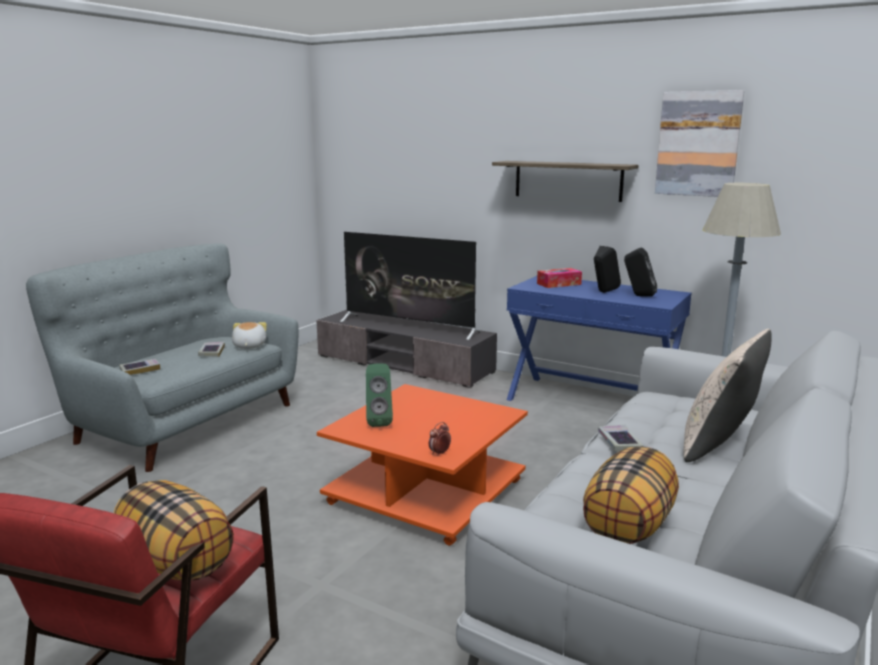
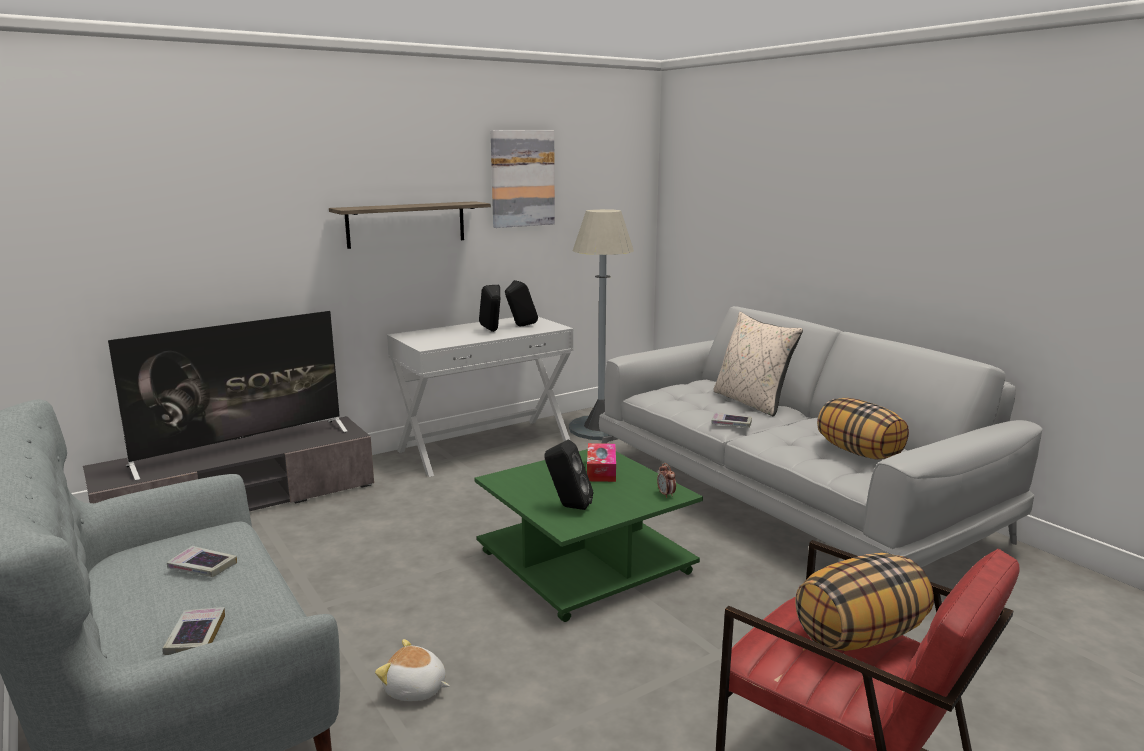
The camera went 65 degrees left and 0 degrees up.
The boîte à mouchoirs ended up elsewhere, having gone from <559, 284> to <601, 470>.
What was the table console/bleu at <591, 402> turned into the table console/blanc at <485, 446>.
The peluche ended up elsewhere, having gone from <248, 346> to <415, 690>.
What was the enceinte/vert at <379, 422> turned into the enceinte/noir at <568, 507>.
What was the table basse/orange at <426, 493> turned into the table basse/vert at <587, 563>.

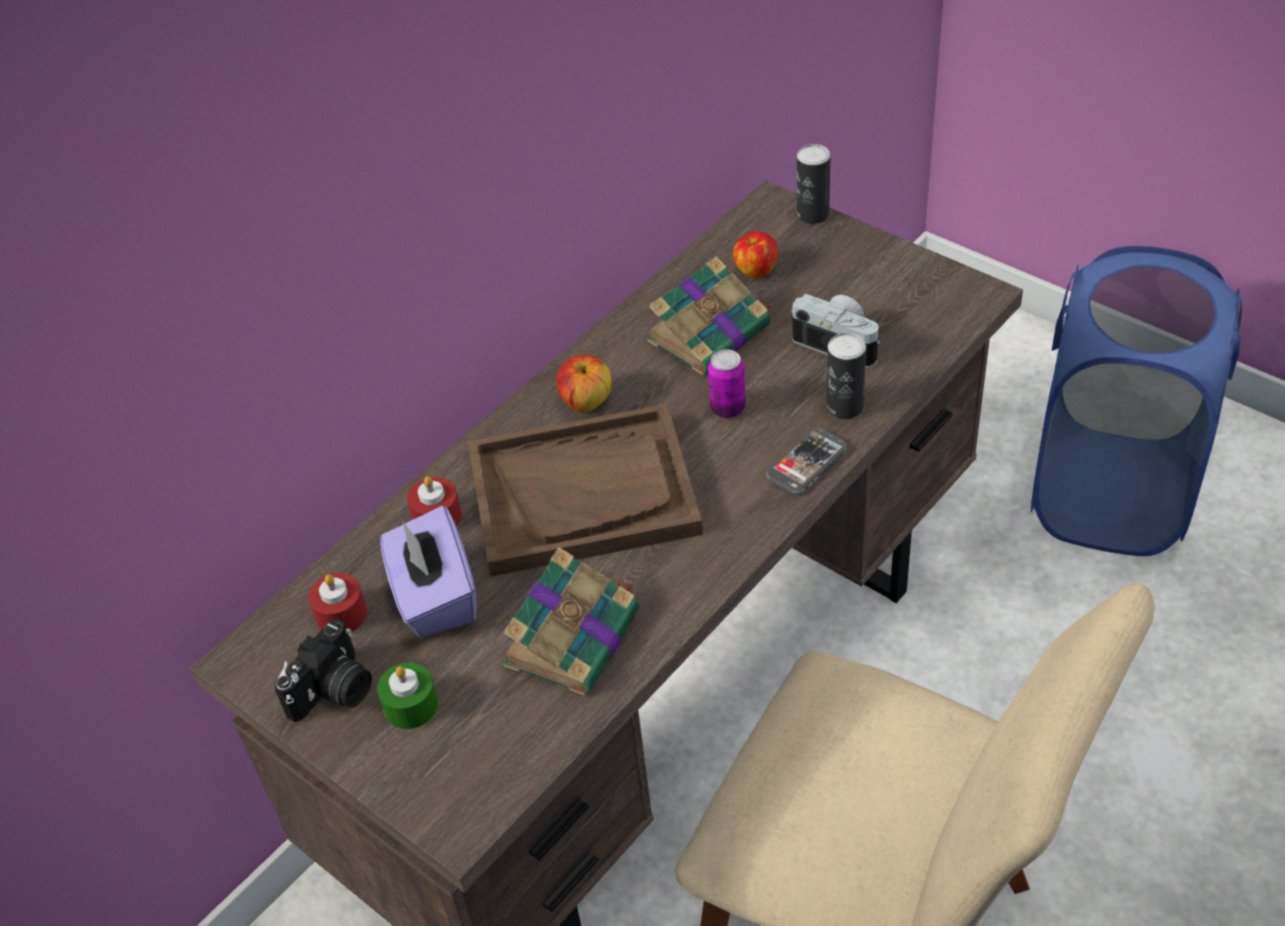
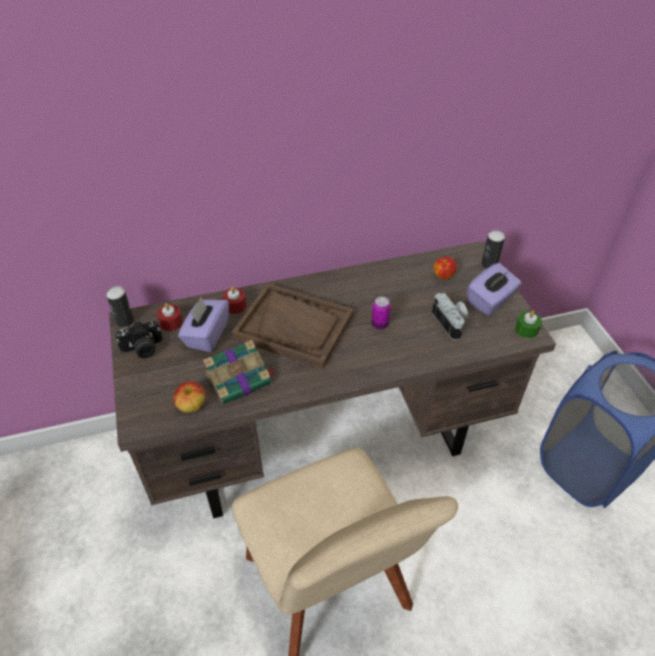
The camera went 30 degrees right and 0 degrees up.
The second view lost the livre at <711, 332>.
The boîte métallique ended up elsewhere, having gone from <844, 407> to <125, 321>.
The pomme ended up elsewhere, having gone from <586, 402> to <192, 406>.
The second view lost the téléphone at <807, 463>.
The bougie/vert ended up elsewhere, having gone from <411, 705> to <526, 330>.
The second view gained the boîte à mouchoirs/violet at <490, 301>.

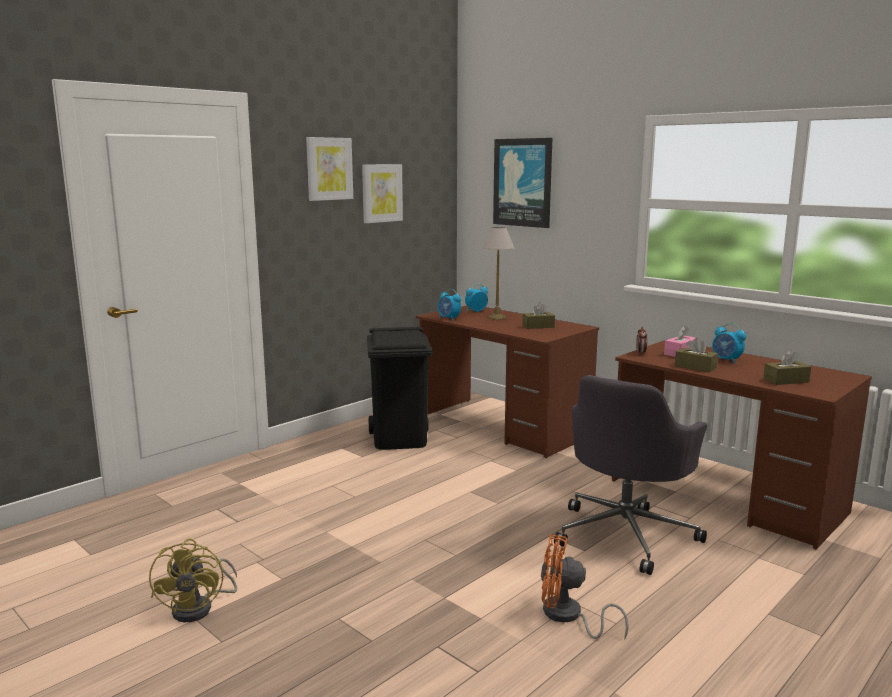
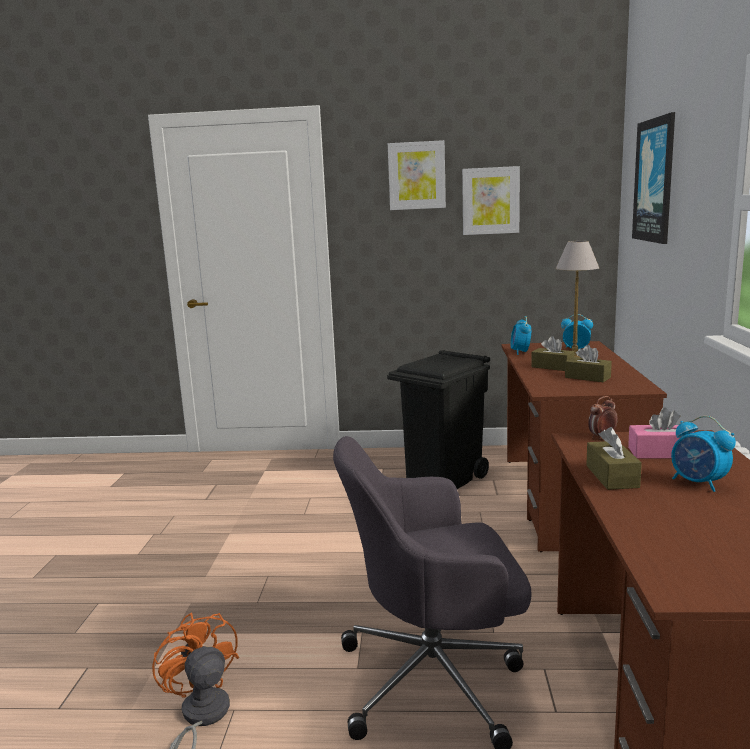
The camera went 50 degrees right and 0 degrees up.
The réveil at <726, 360> ended up facing another way, 45 degrees counterclockwise from before.
The boîte à mouchoirs/marron ended up elsewhere, having gone from <786, 380> to <552, 367>.
The second view lost the ventilateur/jaune at <200, 608>.

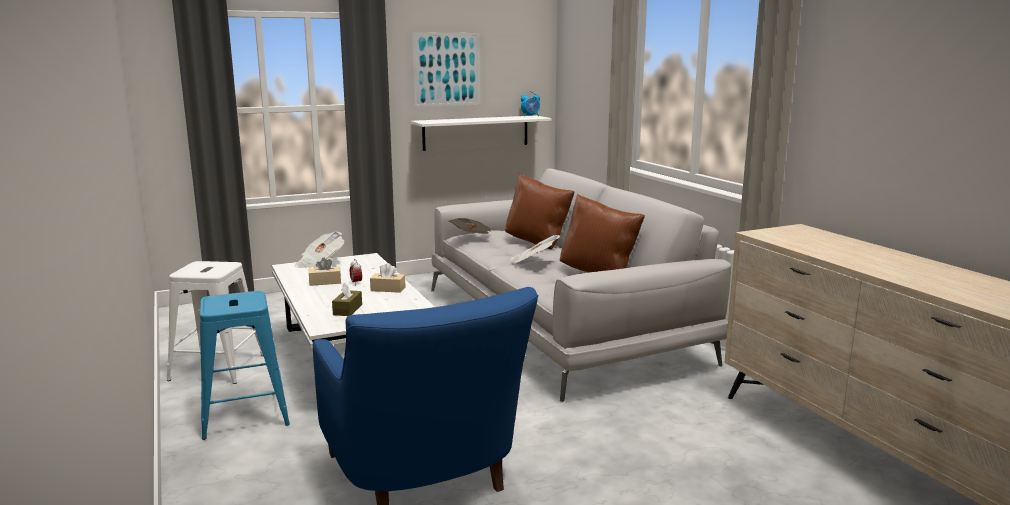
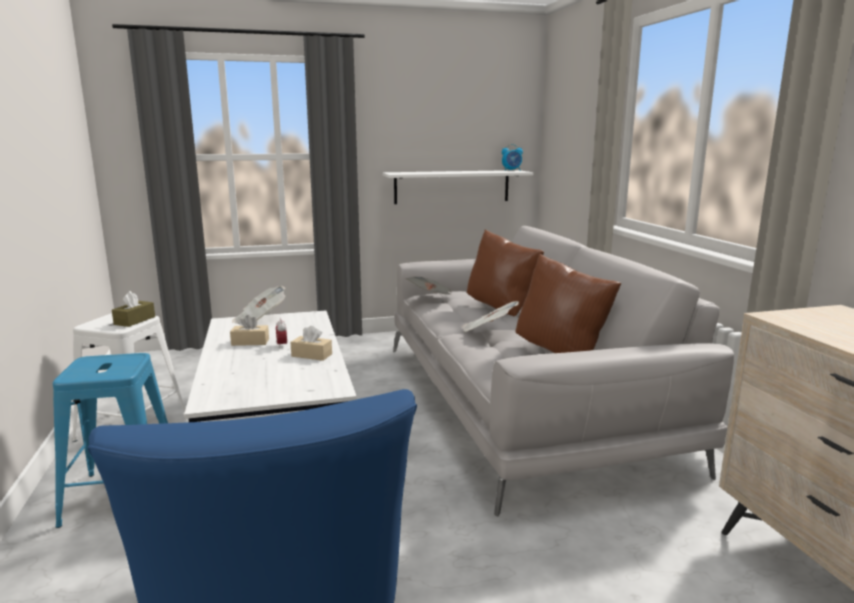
The camera went 10 degrees right and 0 degrees up.
The second view lost the tableau at <446, 69>.
The boîte à mouchoirs/marron ended up elsewhere, having gone from <347, 310> to <134, 320>.

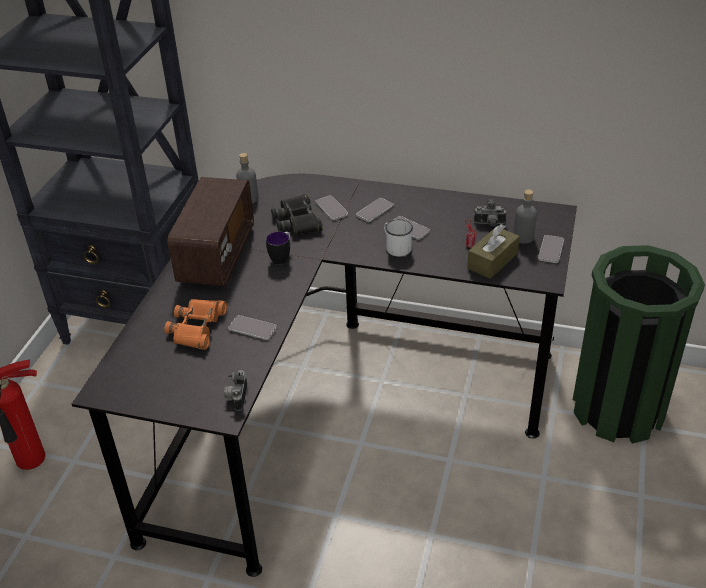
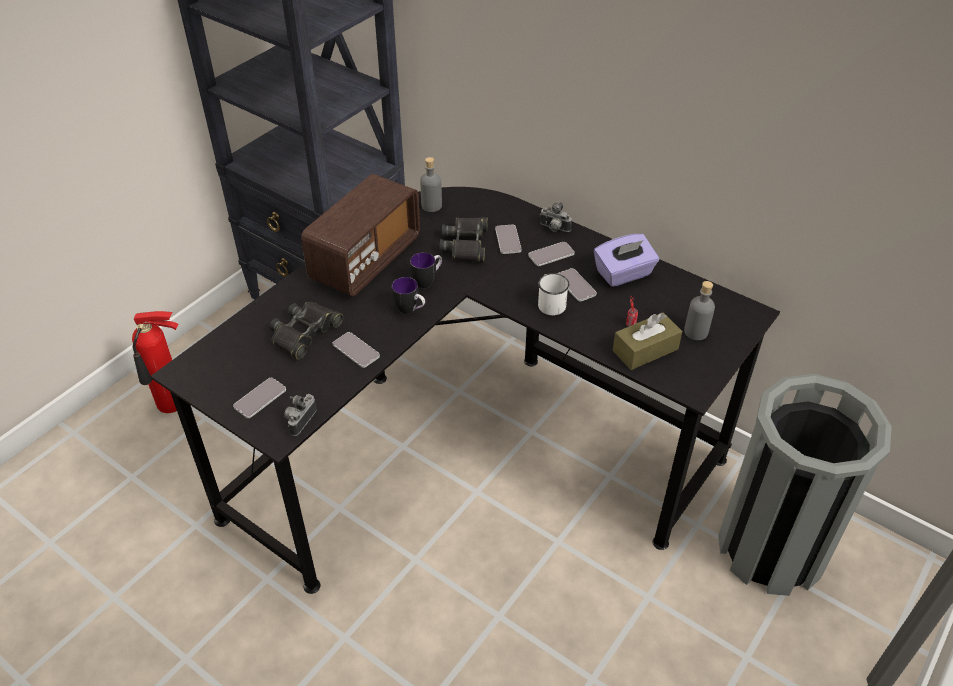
The camera went 20 degrees right and 5 degrees up.
The appareil photo ended up elsewhere, having gone from <489, 224> to <554, 229>.
The téléphone ended up elsewhere, having gone from <551, 250> to <260, 398>.
What was the poubelle/vert at <618, 409> turned into the poubelle/gris at <771, 548>.
What was the jumelles/orange at <197, 328> turned into the jumelles/noir at <305, 333>.
The second view gained the boîte à mouchoirs/violet at <624, 274>.
The second view gained the mug at <410, 310>.

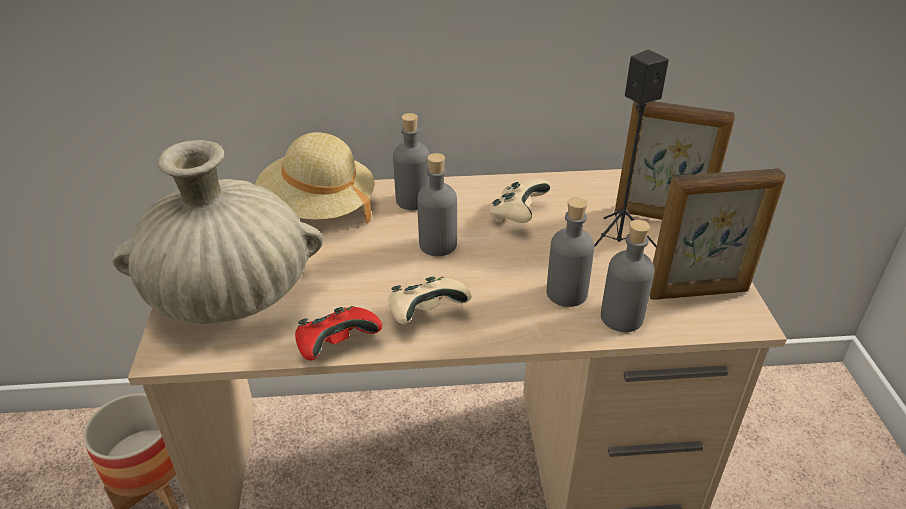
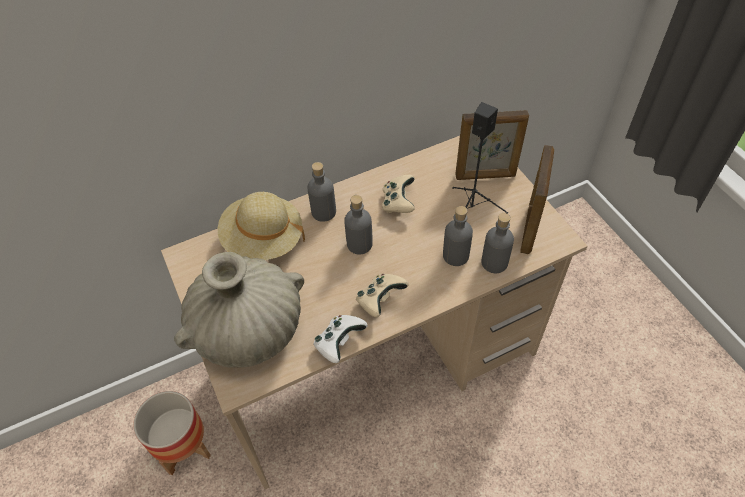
The camera went 20 degrees left and 15 degrees up.
The cadre photo at <698, 292> ended up facing another way, 45 degrees counterclockwise from before.
What was the manette/rouge at <336, 346> turned into the manette/blanc at <339, 343>.

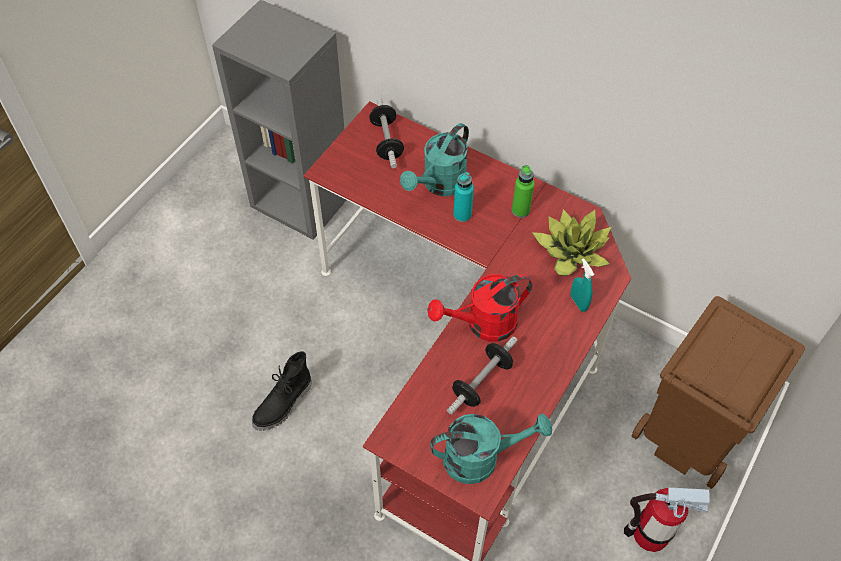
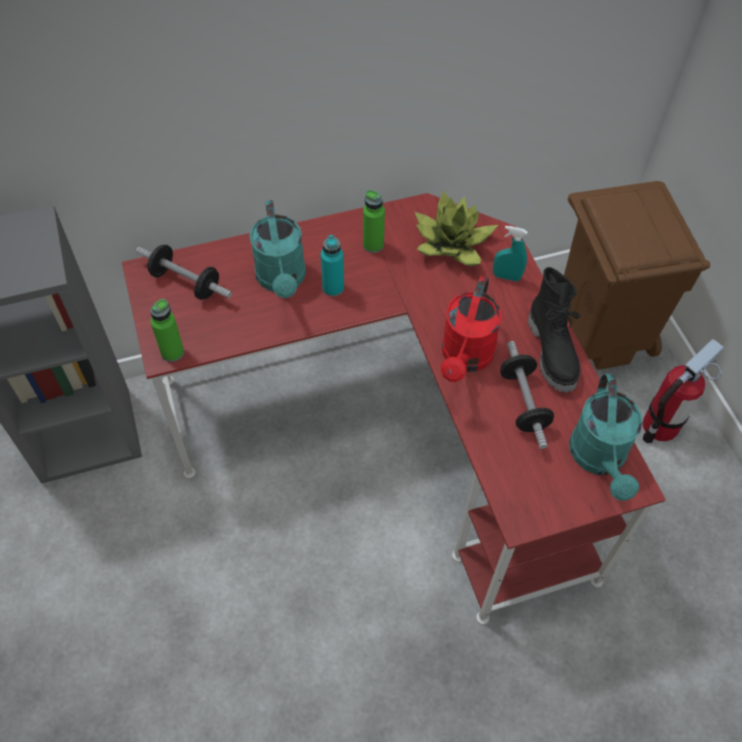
The camera went 50 degrees left and 0 degrees up.
The botte/noir ended up elsewhere, having gone from <284, 404> to <553, 352>.
The arrosoir/turquoise at <481, 457> ended up facing another way, 150 degrees clockwise from before.
The second view gained the bouteille/vert at <172, 352>.

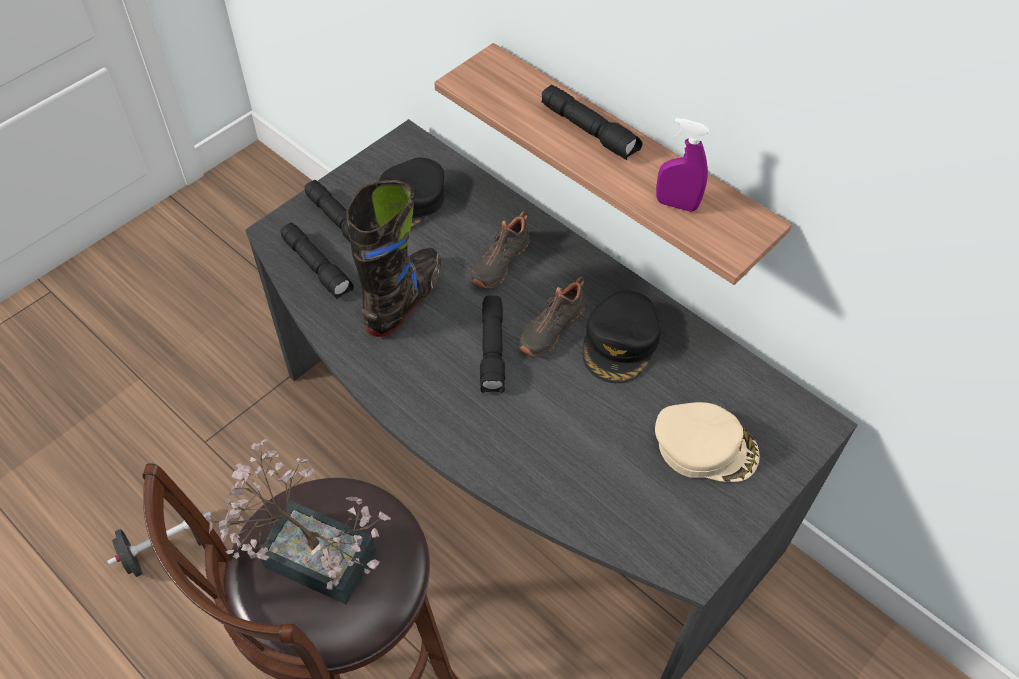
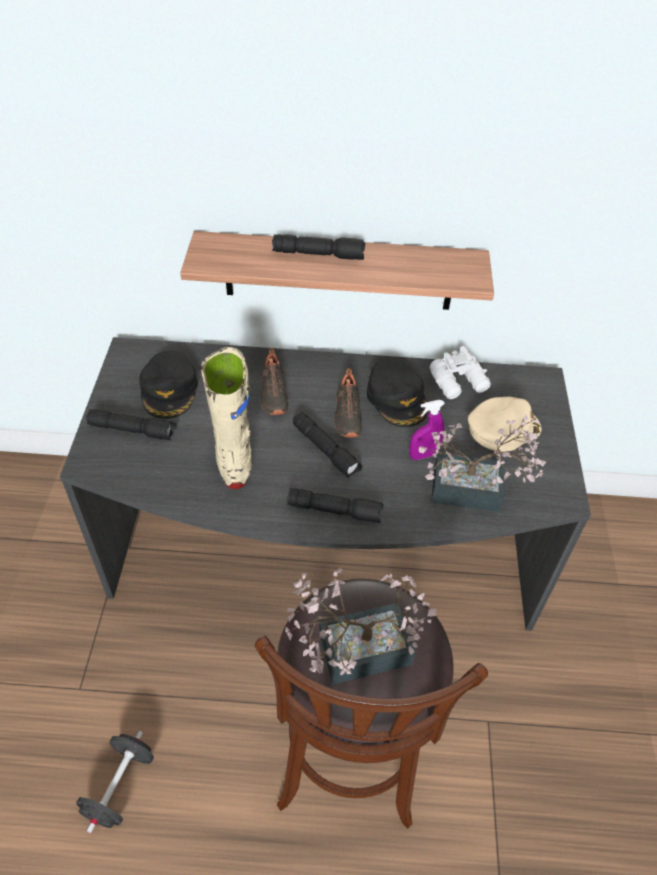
The camera went 40 degrees left and 5 degrees down.
The vaporisateur/violet ended up elsewhere, having gone from <676, 204> to <423, 455>.
What was the botte/noir at <404, 300> turned into the botte/beige at <233, 454>.
The lampe de poche/noir ended up elsewhere, having gone from <318, 267> to <335, 510>.
The second view gained the jumelles/blanc at <459, 382>.
The second view gained the plante en pot at <475, 491>.

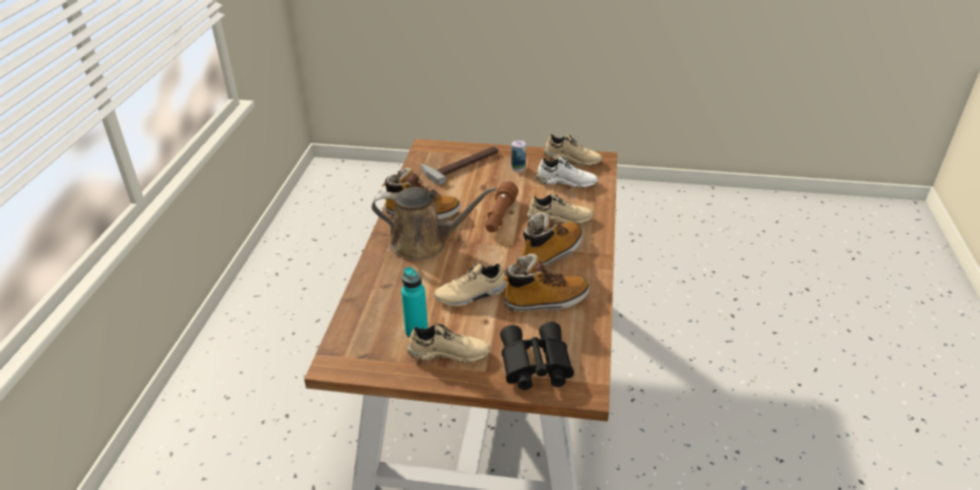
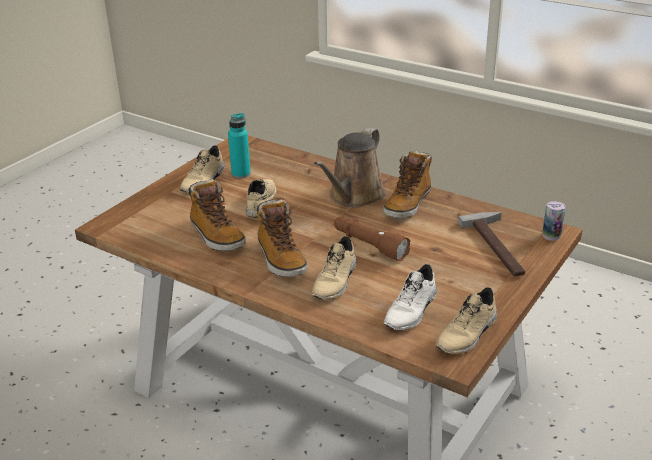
The camera went 115 degrees right and 5 degrees down.
The boîte métallique ended up elsewhere, having gone from <518, 168> to <551, 236>.
The botte at <545, 301> ended up facing another way, 45 degrees counterclockwise from before.
The second view lost the jumelles/noir at <534, 365>.

